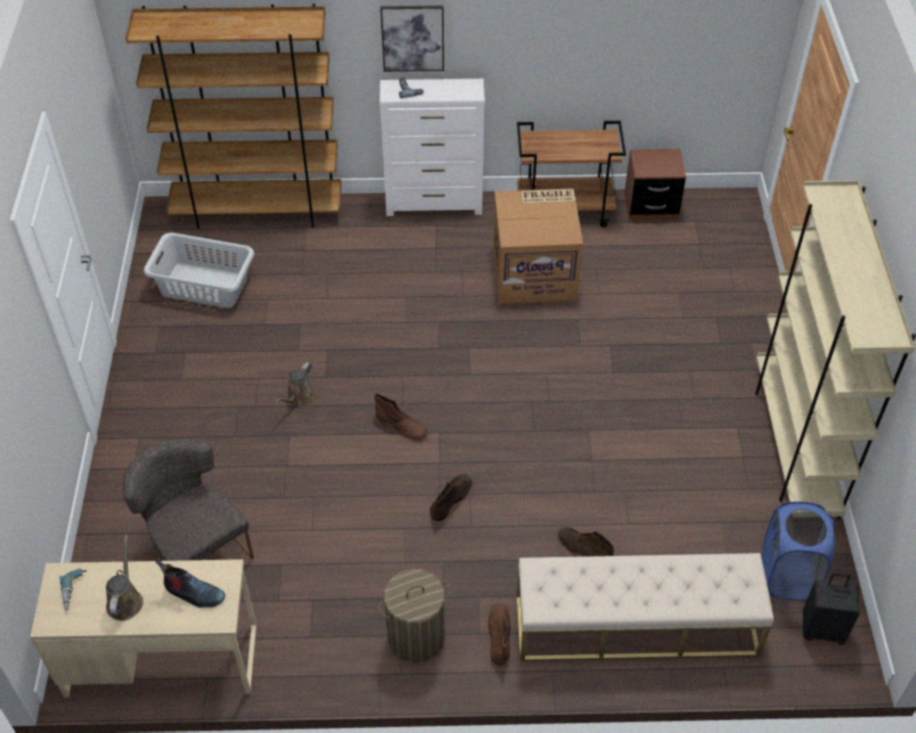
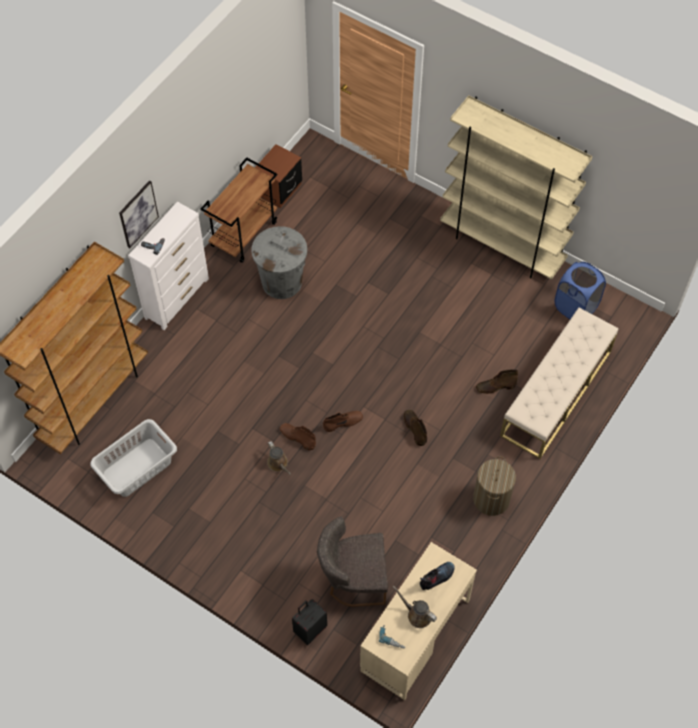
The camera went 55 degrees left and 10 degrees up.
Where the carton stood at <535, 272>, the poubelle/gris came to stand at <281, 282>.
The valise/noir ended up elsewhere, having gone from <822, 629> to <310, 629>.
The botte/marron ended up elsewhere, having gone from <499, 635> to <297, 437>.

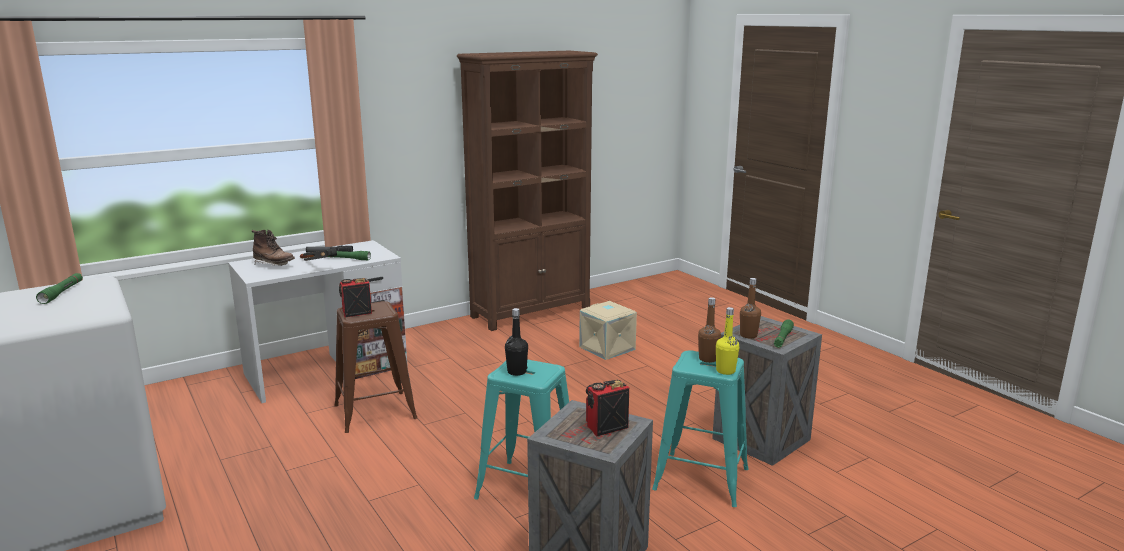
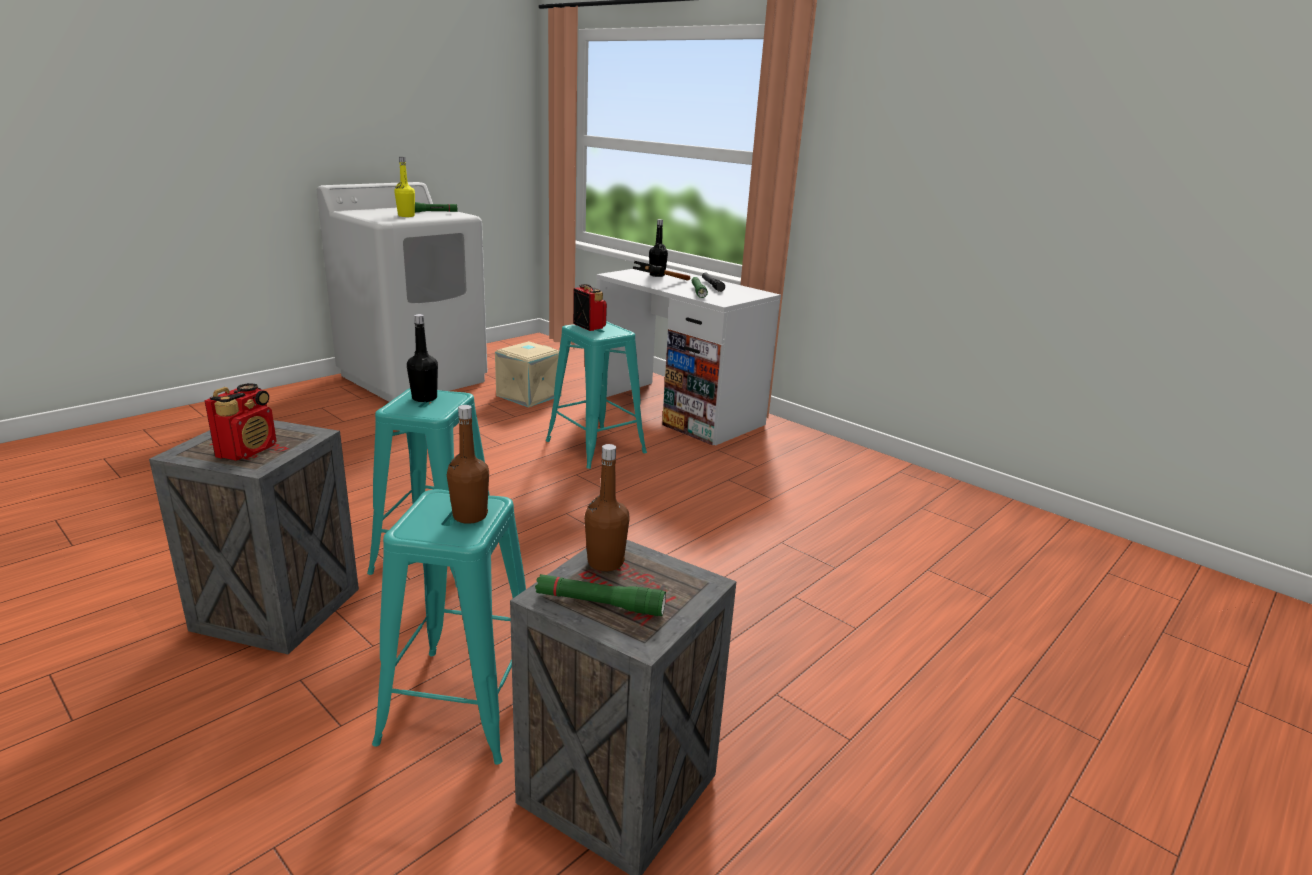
The camera went 75 degrees right and 5 degrees up.
The second view lost the bibliothèque/marron at <531, 312>.
Where the botte/marron stood at <274, 265>, the bouteille/noir came to stand at <657, 275>.
What was the tabouret/marron at <376, 412> turned into the tabouret/turquoise at <596, 447>.
The boîte de rangement/beige ended up elsewhere, having gone from <606, 348> to <528, 395>.
The bouteille/jaune ended up elsewhere, having gone from <725, 371> to <406, 216>.
The radio at <605, 427> ended up facing another way, 60 degrees clockwise from before.

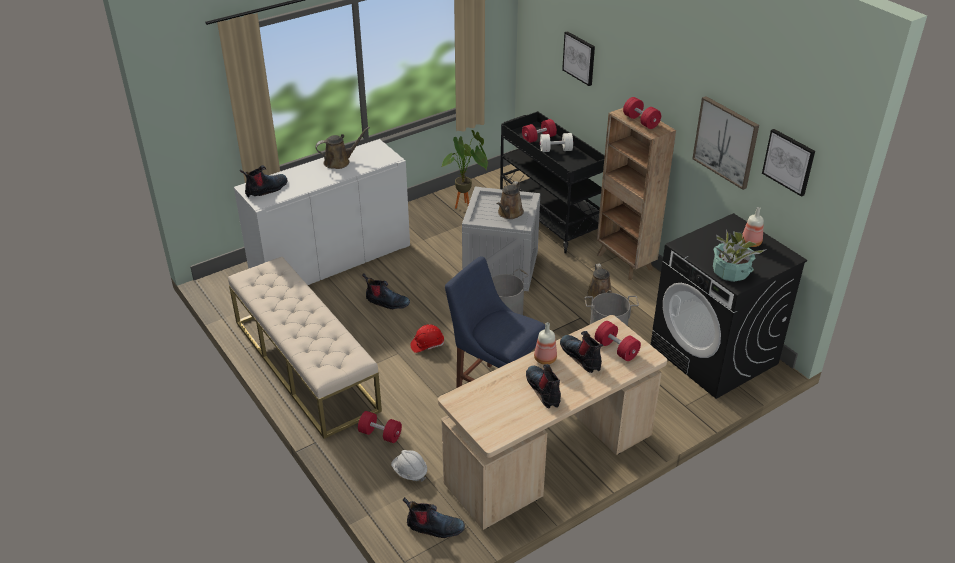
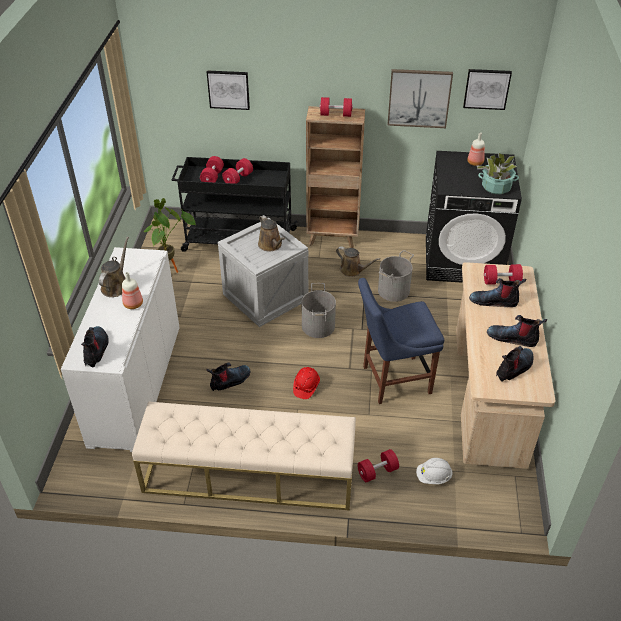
The camera went 50 degrees left and 5 degrees up.
What was the haltère/blanc at <556, 150> turned into the haltère/rouge at <238, 179>.
The bouteille ended up elsewhere, having gone from <544, 359> to <133, 304>.
The botte ended up elsewhere, having gone from <434, 528> to <514, 368>.

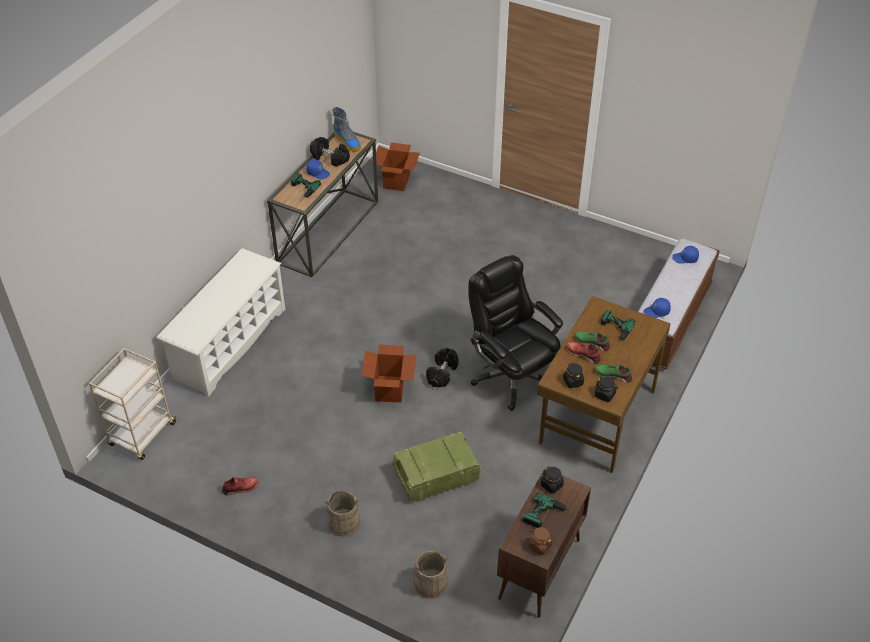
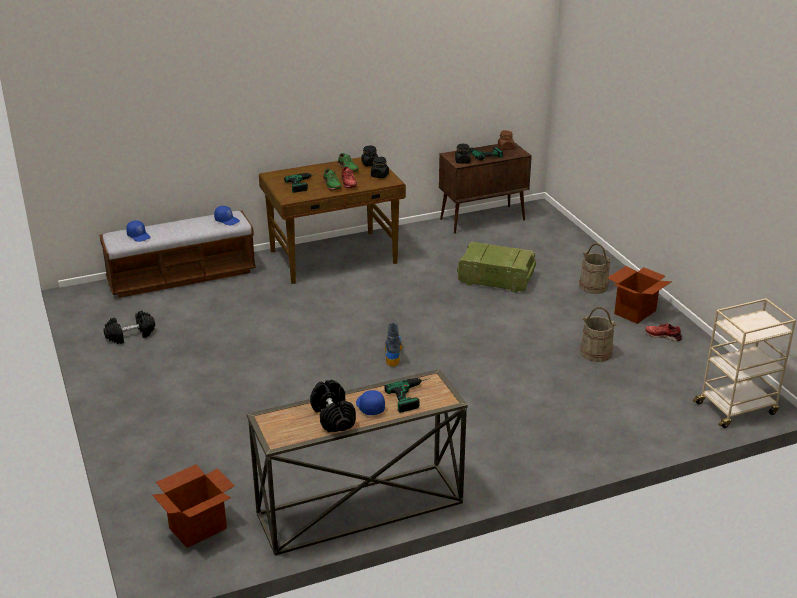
The camera went 140 degrees left and 15 degrees down.
The botte ended up elsewhere, having gone from <347, 142> to <393, 353>.
The second view lost the étagère à chaussures/blanc at <229, 343>.
The second view lost the chaise de bureau/noir at <511, 376>.
The carton ended up elsewhere, having gone from <390, 389> to <635, 312>.
The haltère/noir ended up elsewhere, having gone from <442, 373> to <130, 335>.
The seau/beige ended up elsewhere, having gone from <430, 583> to <596, 352>.

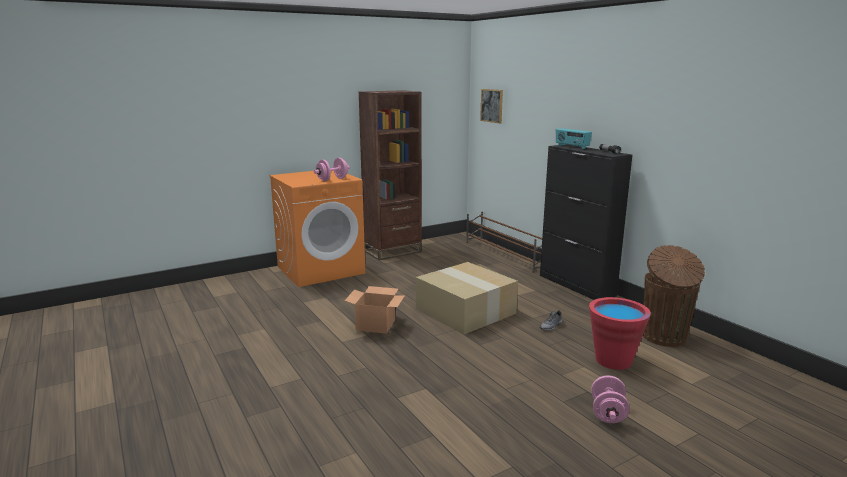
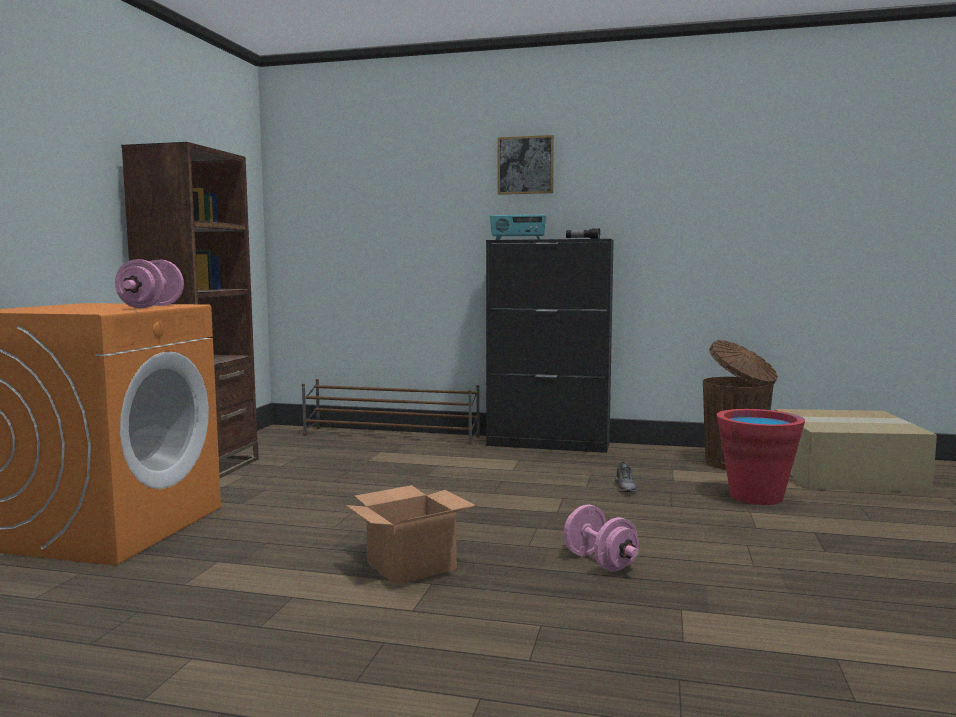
The camera went 45 degrees left and 10 degrees down.
The tableau ended up elsewhere, having gone from <492, 105> to <525, 165>.
The carton ended up elsewhere, having gone from <467, 311> to <847, 473>.
The haltère/rose ended up elsewhere, having gone from <608, 413> to <600, 562>.

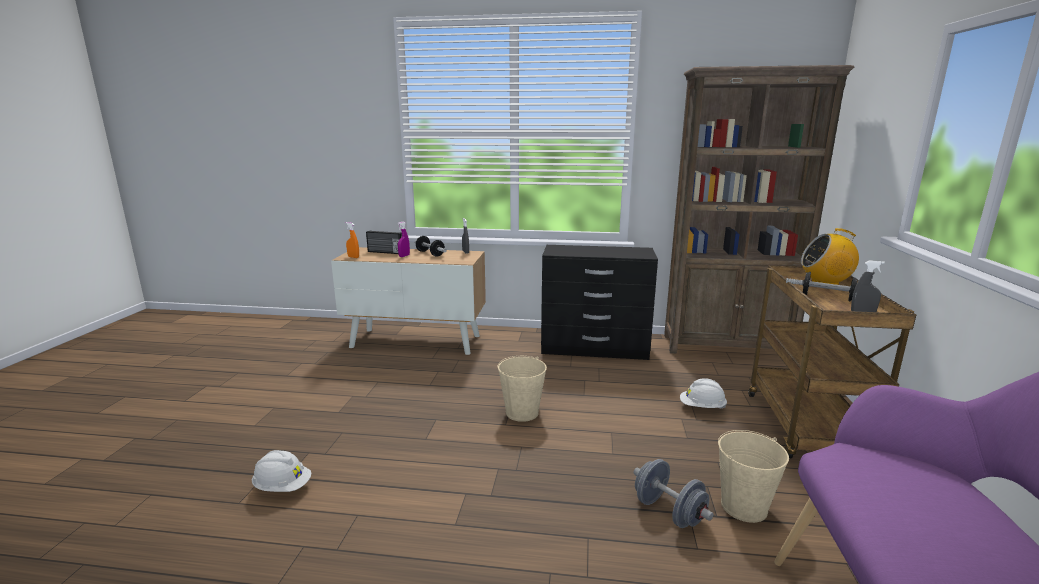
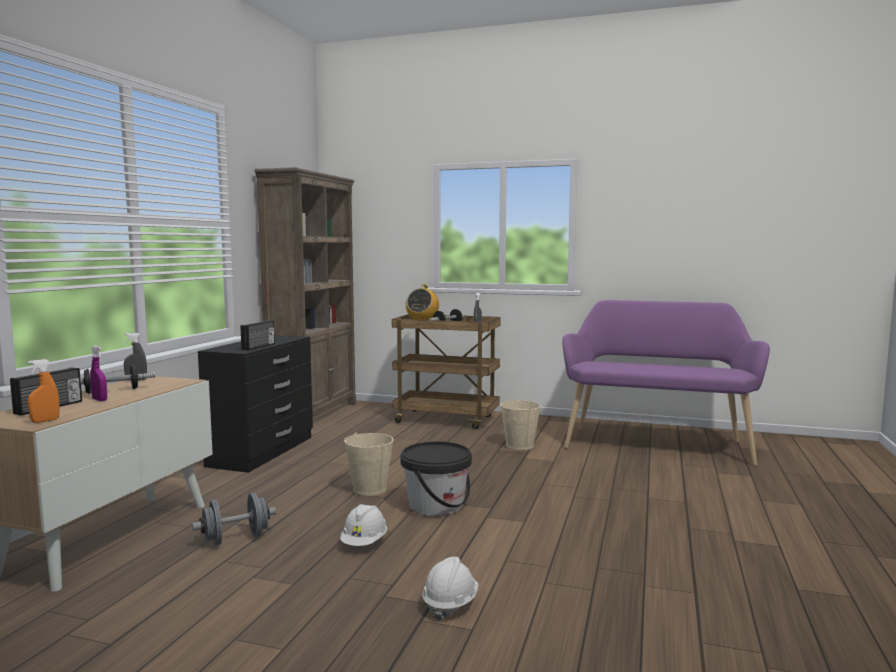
The camera went 80 degrees left and 10 degrees down.
The casque de chantier/blanc ended up elsewhere, having gone from <702, 407> to <364, 543>.
The haltère/gris ended up elsewhere, having gone from <669, 512> to <236, 539>.
The second view gained the radio at <259, 347>.
The second view gained the seau/noir at <436, 505>.

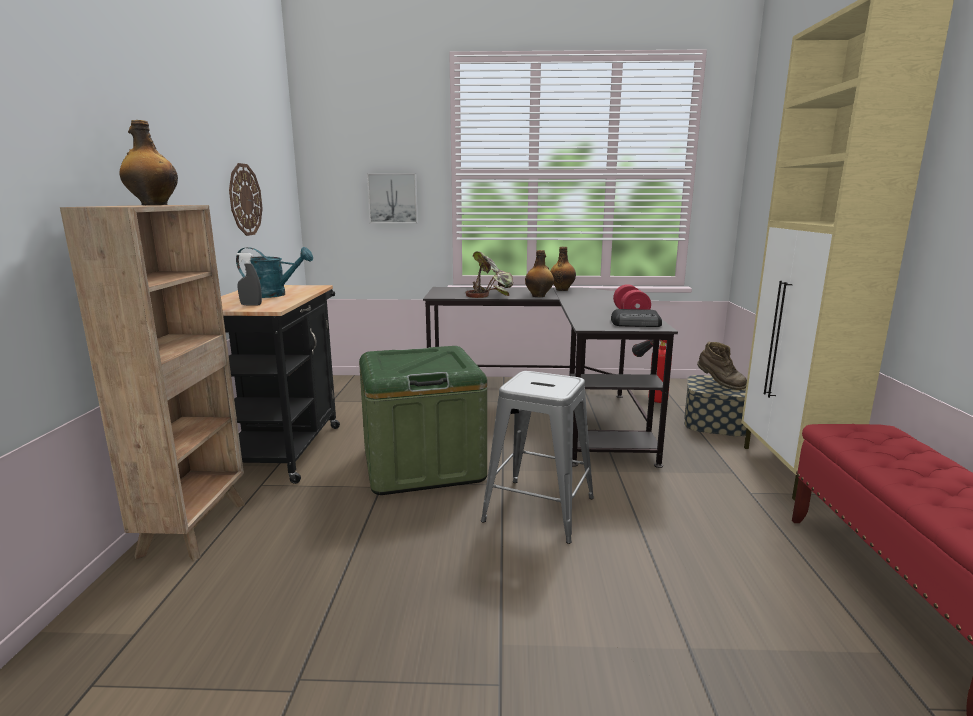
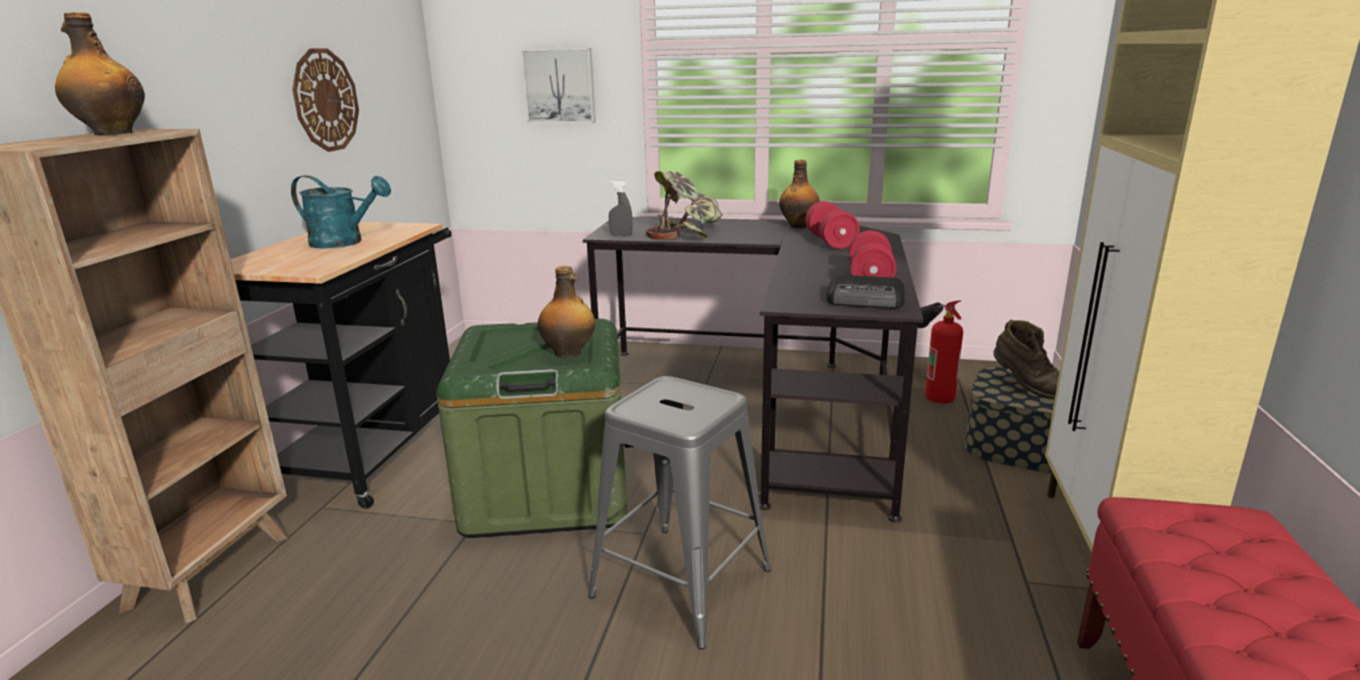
The camera went 10 degrees right and 5 degrees up.
The bouteille ended up elsewhere, having gone from <539, 296> to <569, 353>.
The vaporisateur/gris ended up elsewhere, having gone from <251, 305> to <621, 235>.
The second view gained the haltère/rouge at <830, 241>.

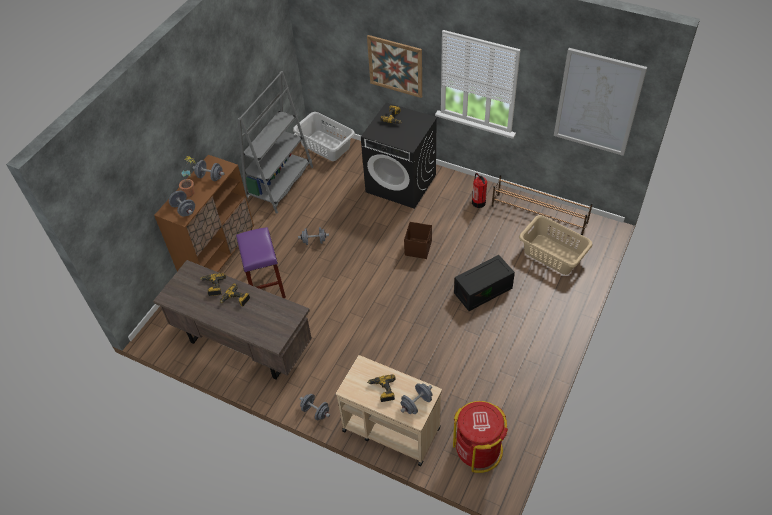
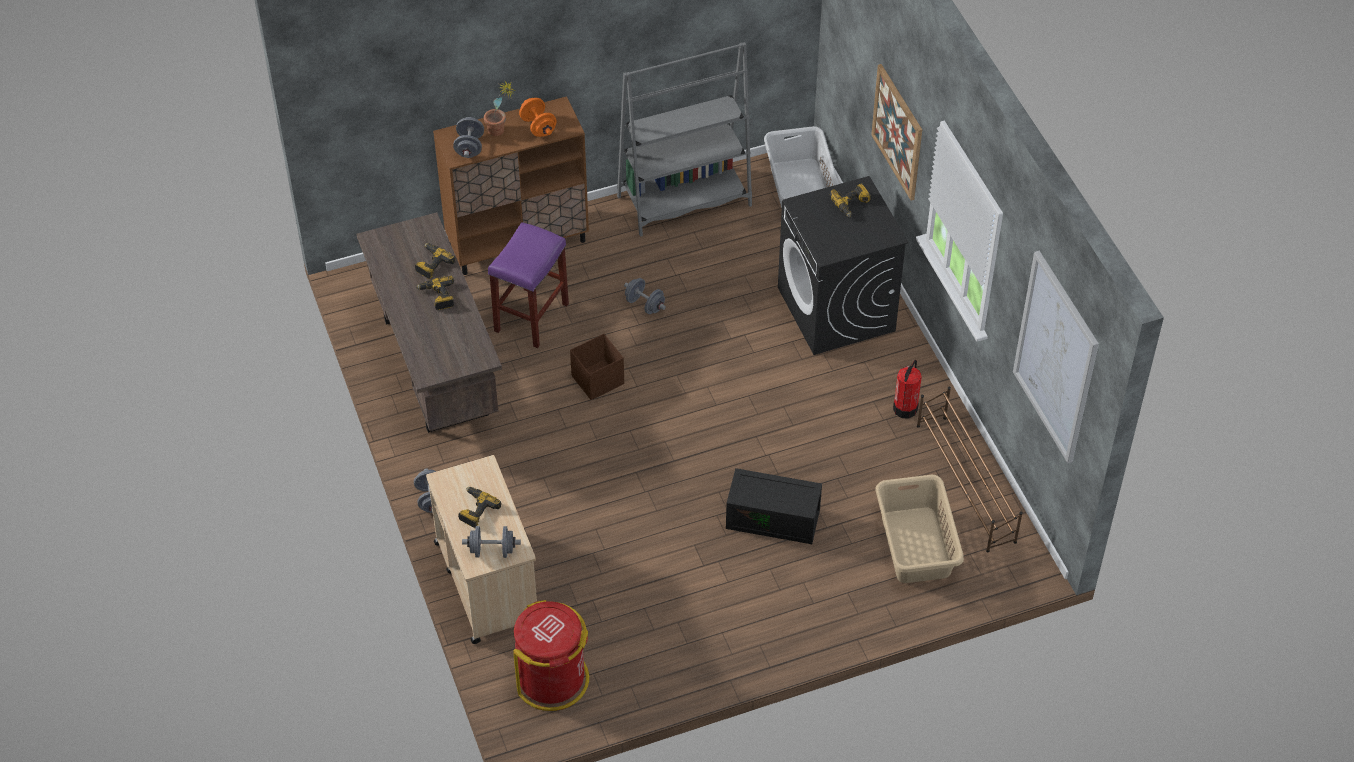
The camera went 40 degrees right and 0 degrees up.
What was the haltère/gris at <210, 177> turned into the haltère/orange at <538, 127>.
The boîte de rangement/marron ended up elsewhere, having gone from <418, 248> to <598, 380>.

